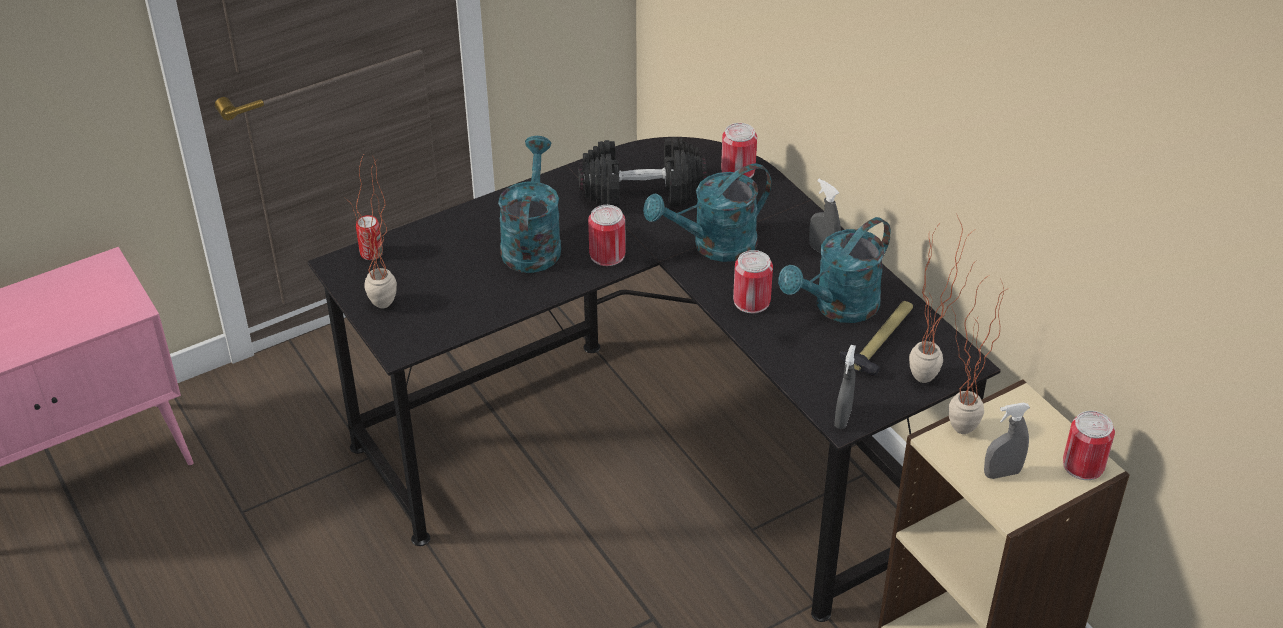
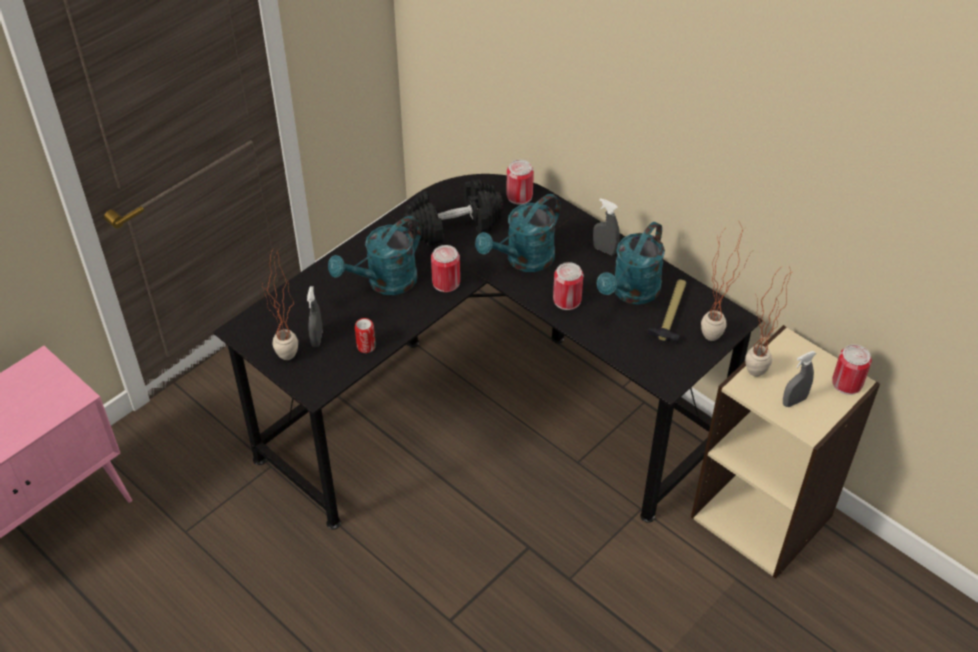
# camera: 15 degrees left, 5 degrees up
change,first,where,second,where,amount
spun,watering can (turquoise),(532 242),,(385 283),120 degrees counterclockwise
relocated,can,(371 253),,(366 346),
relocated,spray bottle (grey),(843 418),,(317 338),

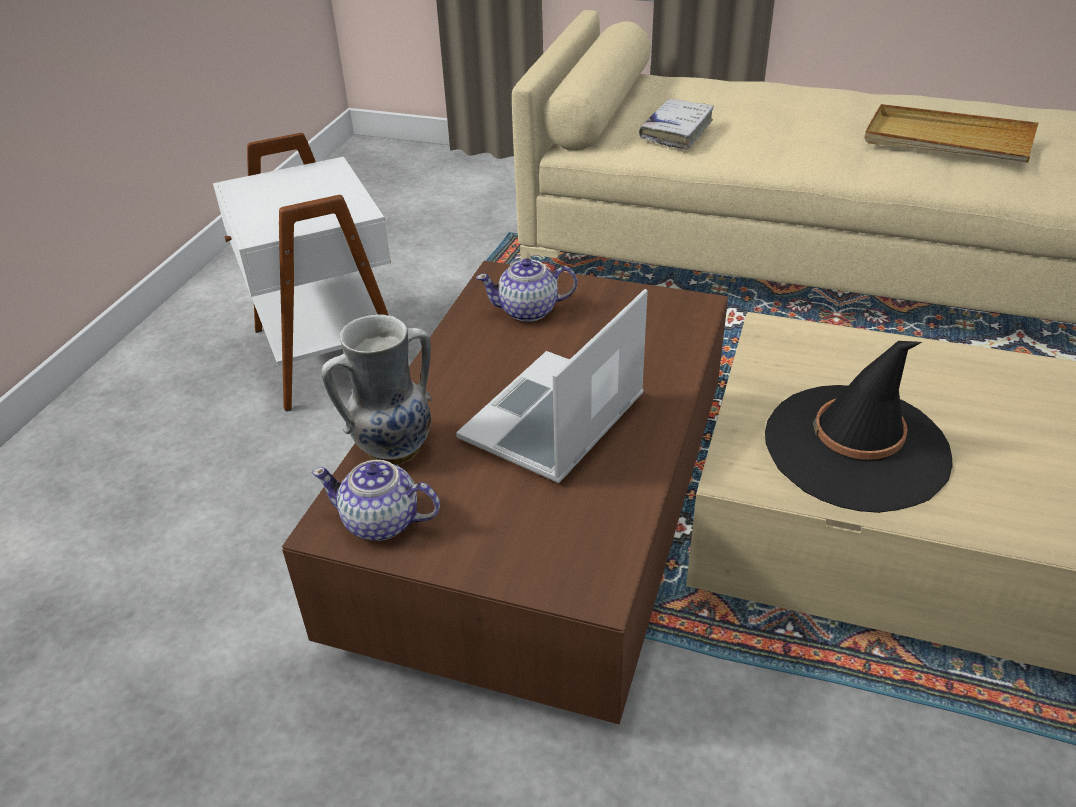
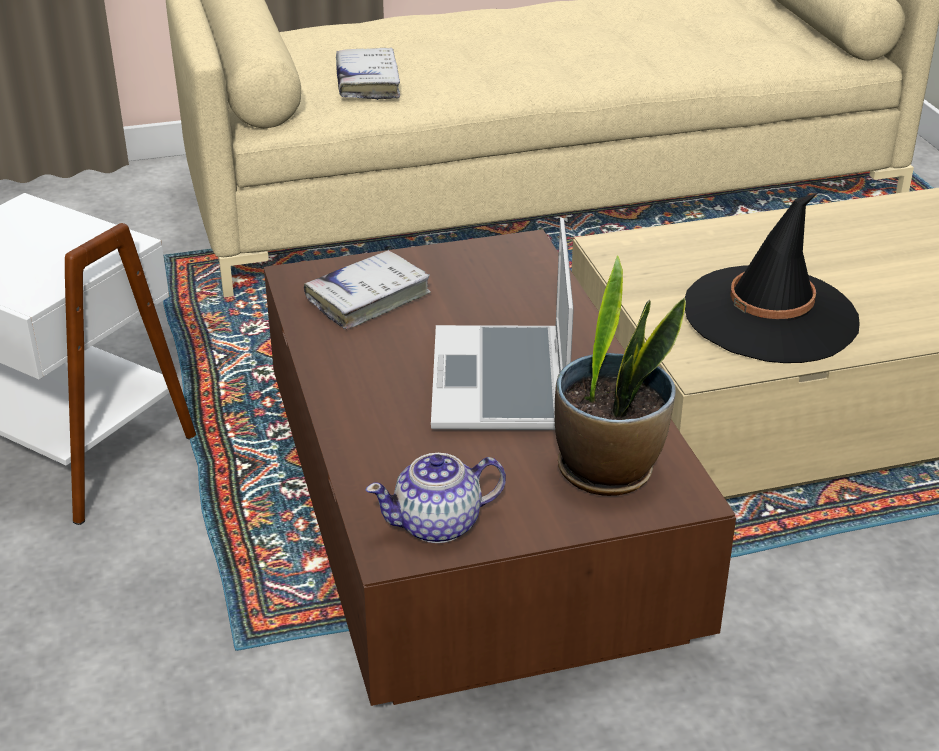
# camera: 35 degrees left, 5 degrees down
change,first,where,second,where,amount
missing,tray (beige),(947 140),,,
exchanged,teapot,(529 310),book (white),(368 298),
missing,vase,(393 447),,,
appeared,,,potted plant,(608 470),

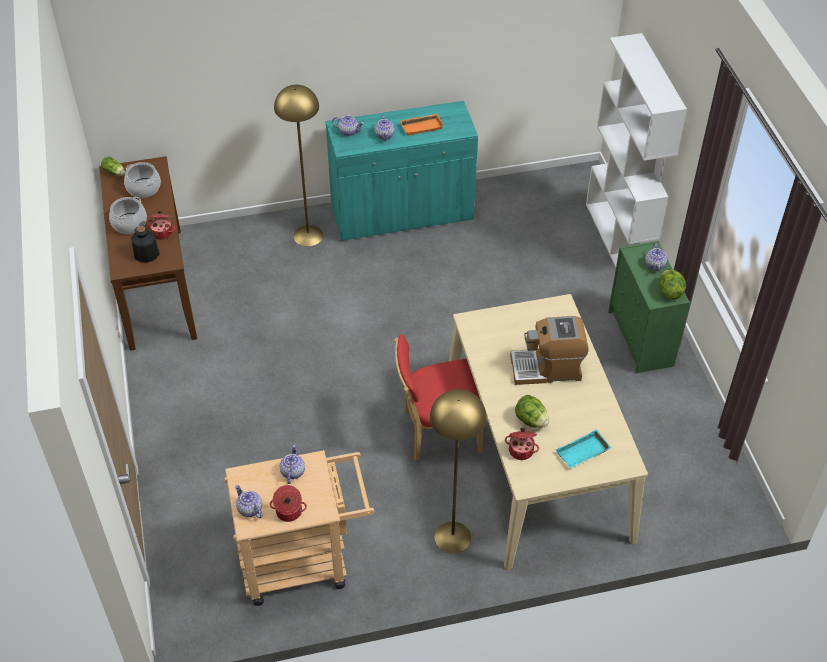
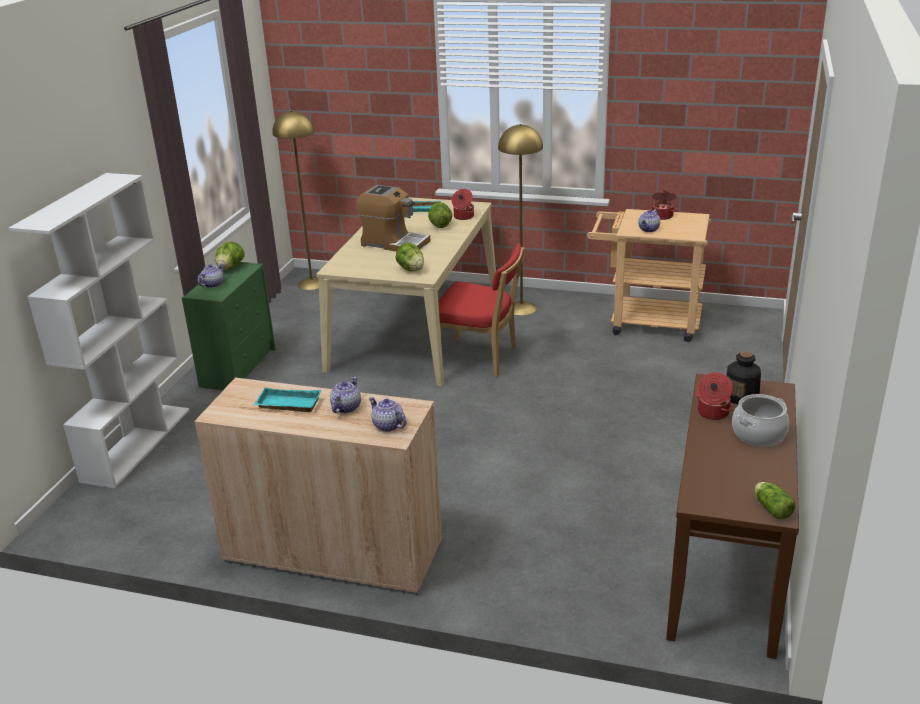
# camera: 150 degrees left, 20 degrees down
change,first,where,second,where,amount
relocated,floor lamp (yellow),(308 235),,(311 283),
colour,cabinet (turquoise),(402 214),cabinet (beige),(333 551),
colour,tray (orange),(421 126),tray (turquoise),(287 405),
missing,cooking pot,(144 188),,,
missing,teapot,(249 509),,,
appeared,,,lettuce,(411 269),

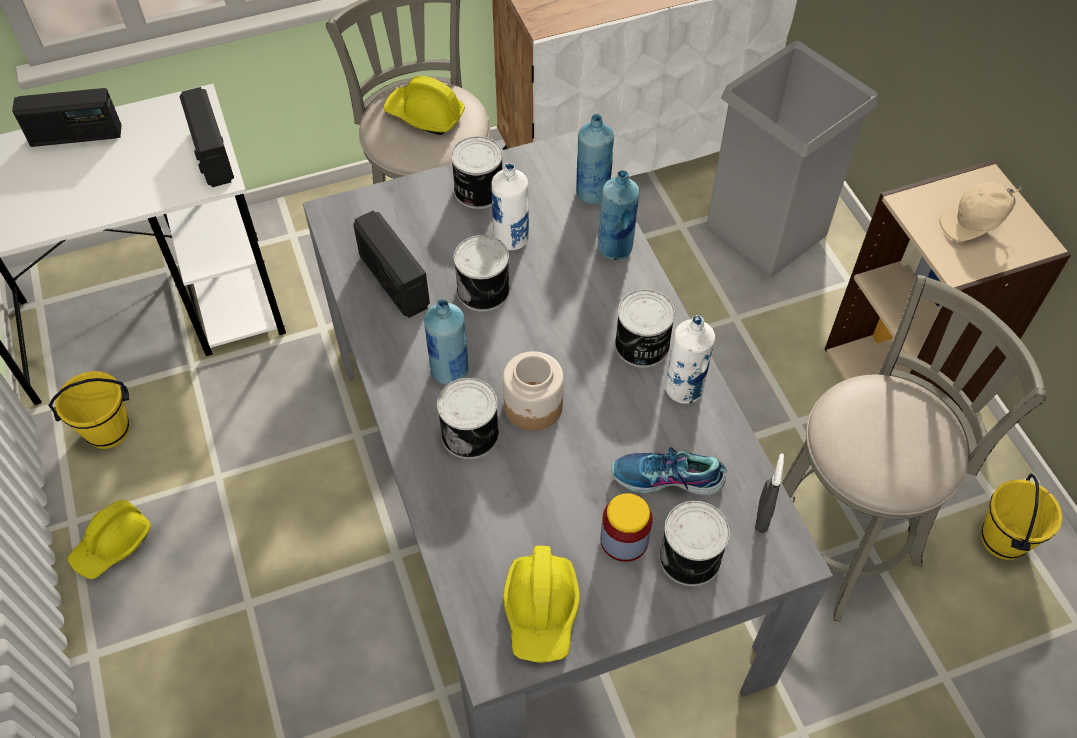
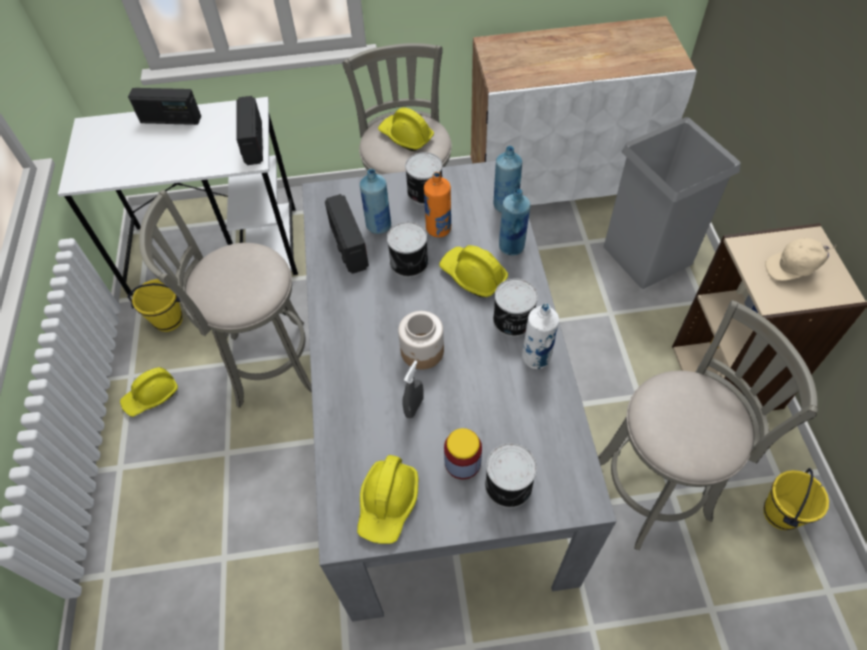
# camera: 15 degrees right, 0 degrees up
change,first,where,second,where,amount
colour,bottle (white),(511 239),bottle (orange),(438 229),
relocated,bottle (blue),(450 371),,(378 226),
missing,can,(471 433),,,
missing,shoe,(667 479),,,
relocated,spray bottle (grey),(762 517),,(414 407),
appeared,,,stool (grey),(265 364),
appeared,,,hard hat (yellow),(473 276),

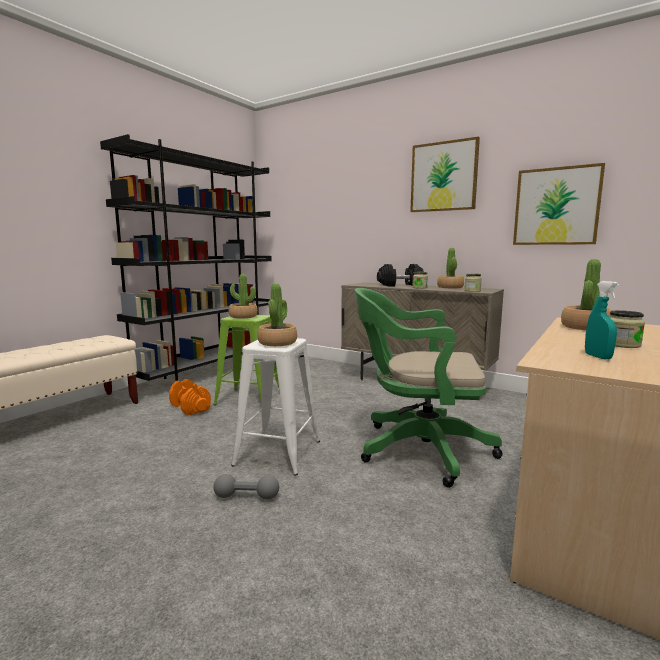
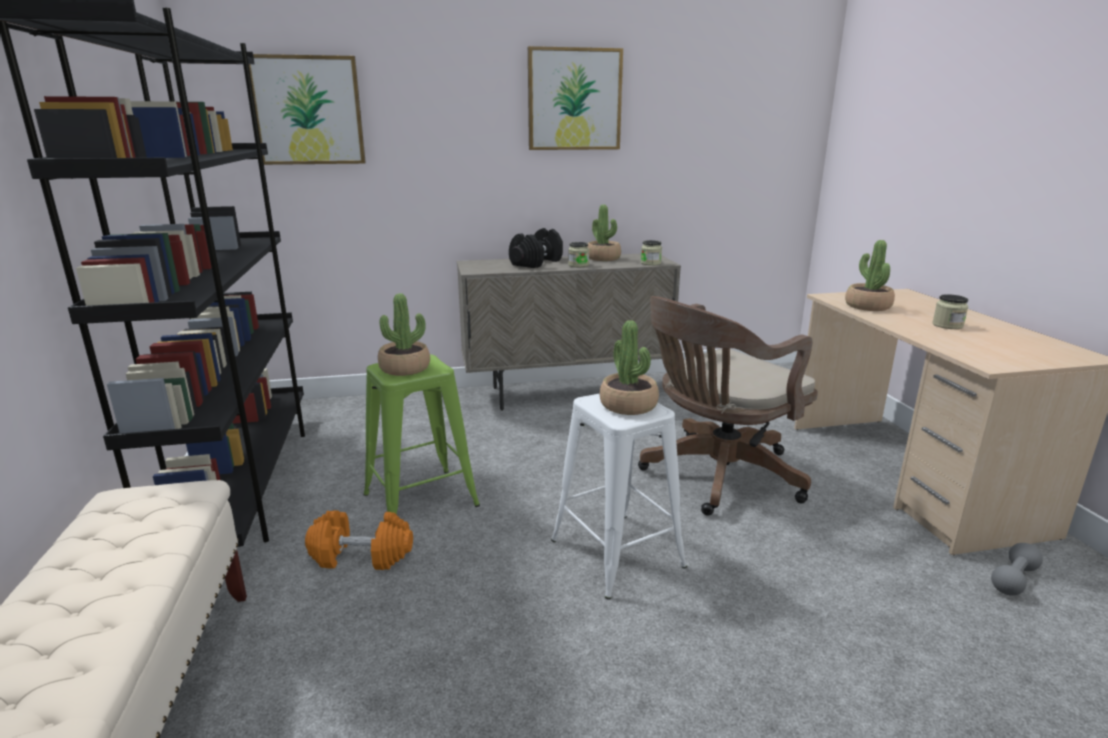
# camera: 45 degrees left, 10 degrees up
change,first,where,second,where,amount
relocated,picture,(556 206),,(308 111),
missing,spray bottle (turquoise),(598 357),,,
colour,office chair (green),(417 449),office chair (brown),(716 476),
relocated,dumbbell (grey),(246 497),,(1013 579),

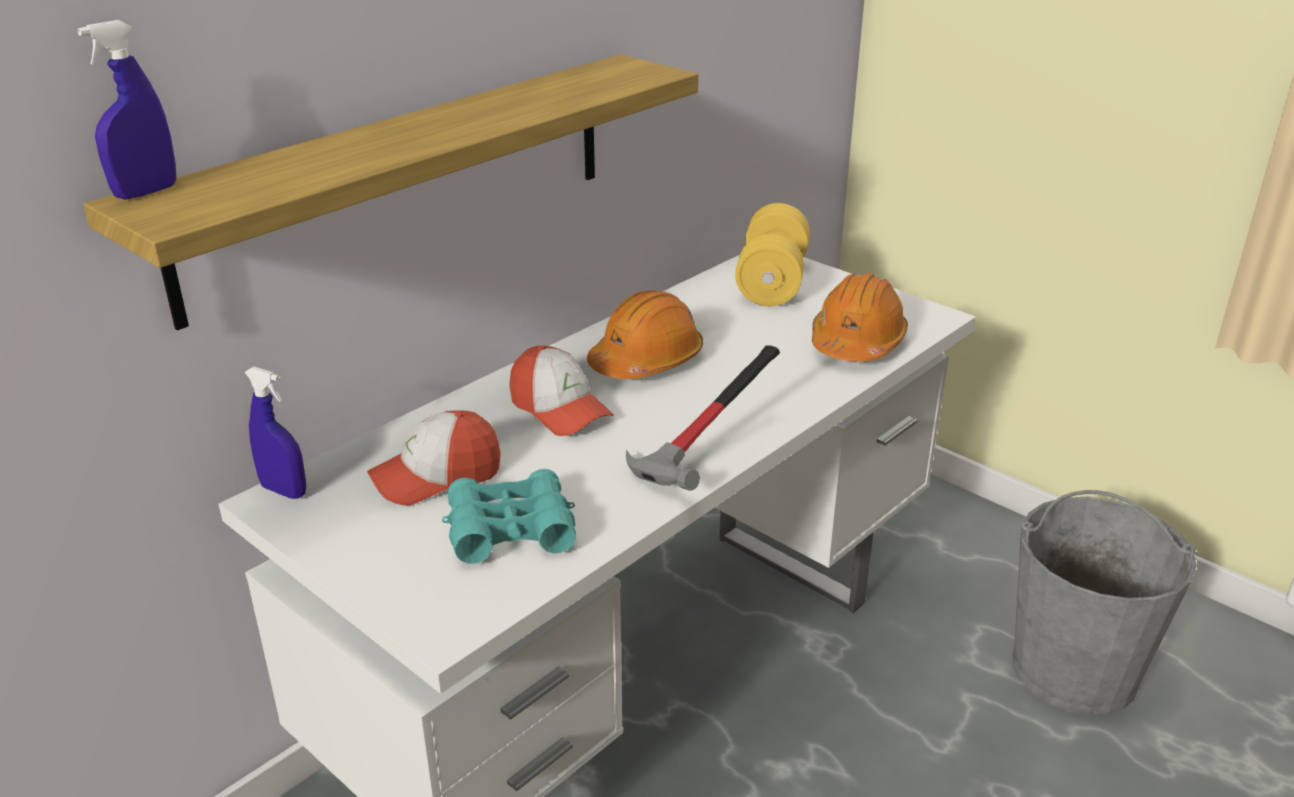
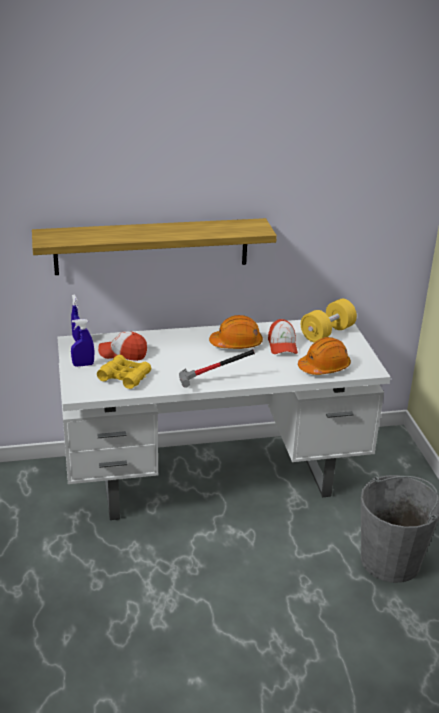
# camera: 35 degrees right, 0 degrees up
change,first,where,second,where,amount
relocated,spray bottle (blue),(146 192),,(83 365),
relocated,cap,(560 409),,(282 345),
colour,binoculars (turquoise),(510 530),binoculars (yellow),(124 377),

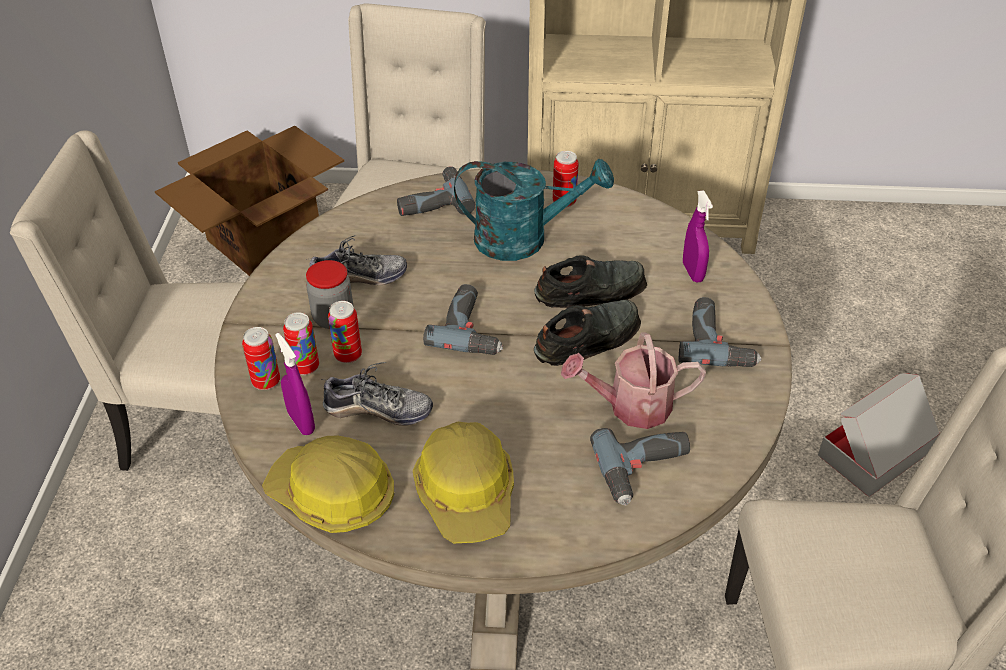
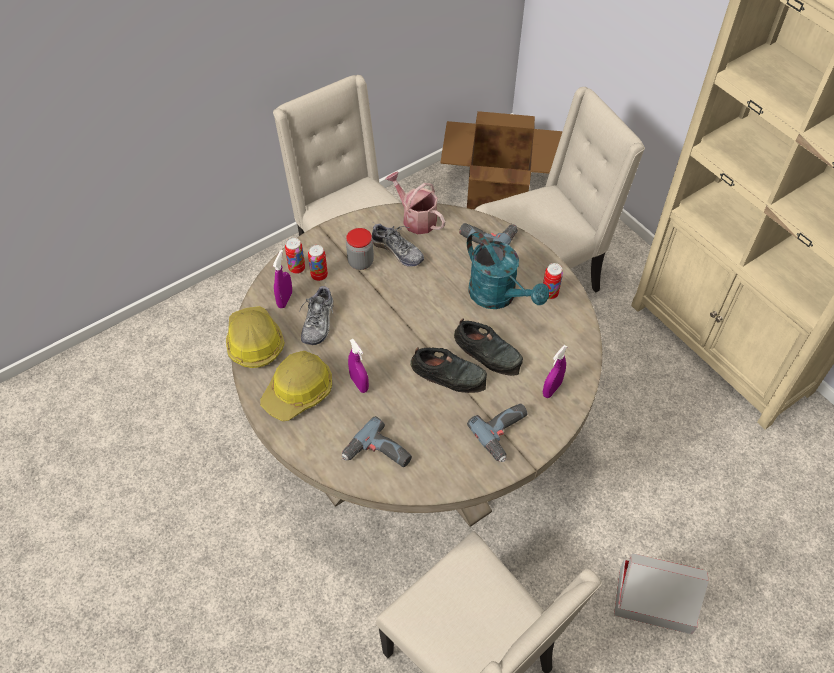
# camera: 50 degrees right, 10 degrees up
change,first,where,second,where,amount
missing,power drill,(472 328),,,
missing,can,(348 355),,,
relocated,watering can,(631 406),,(416 218),
spun,shoe,(378 410),,(318 322),45 degrees clockwise
appeared,,,spray bottle (purple),(359 384),

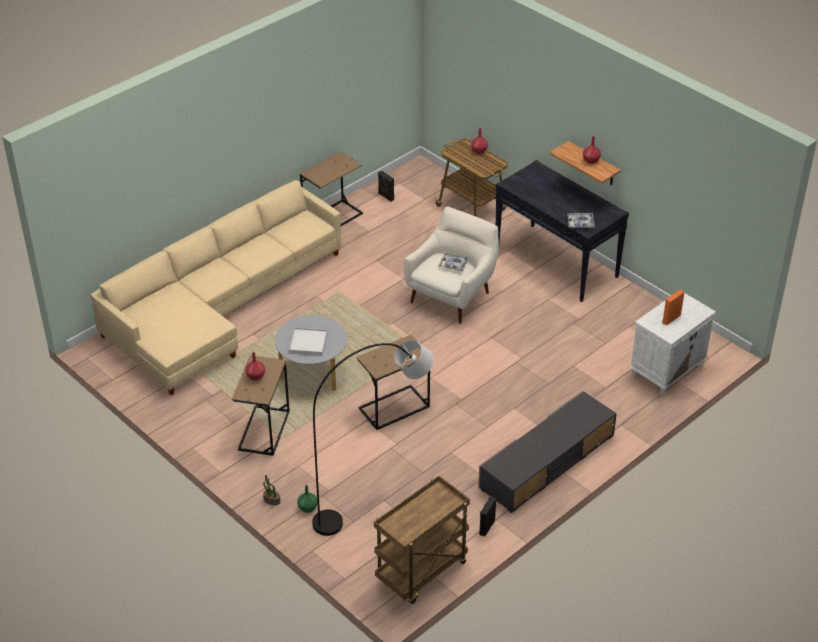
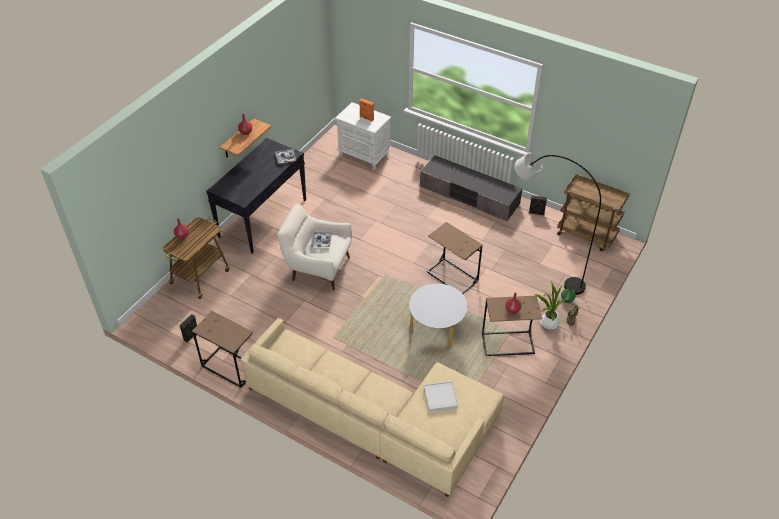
# camera: 105 degrees left, 5 degrees up
change,first,where,second,where,amount
relocated,tray (white),(308 343),,(440 397),
appeared,,,potted plant,(548 323),

